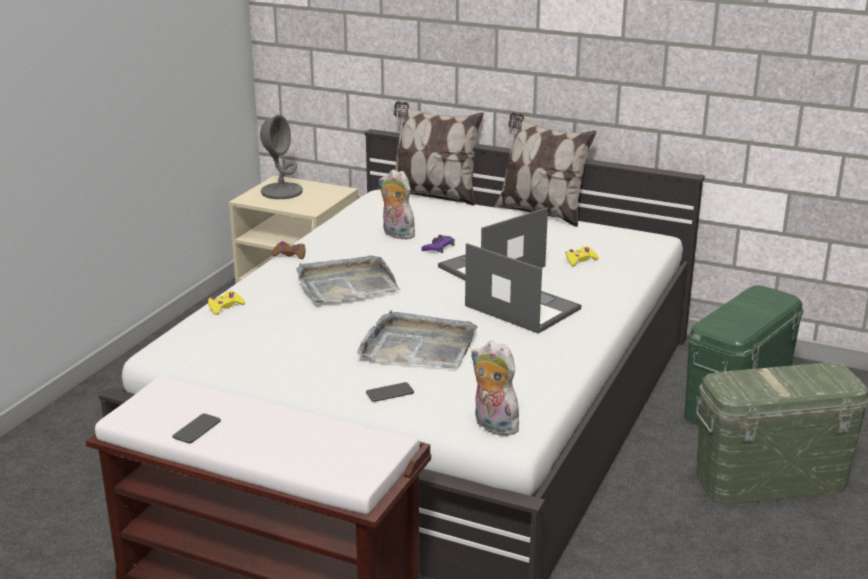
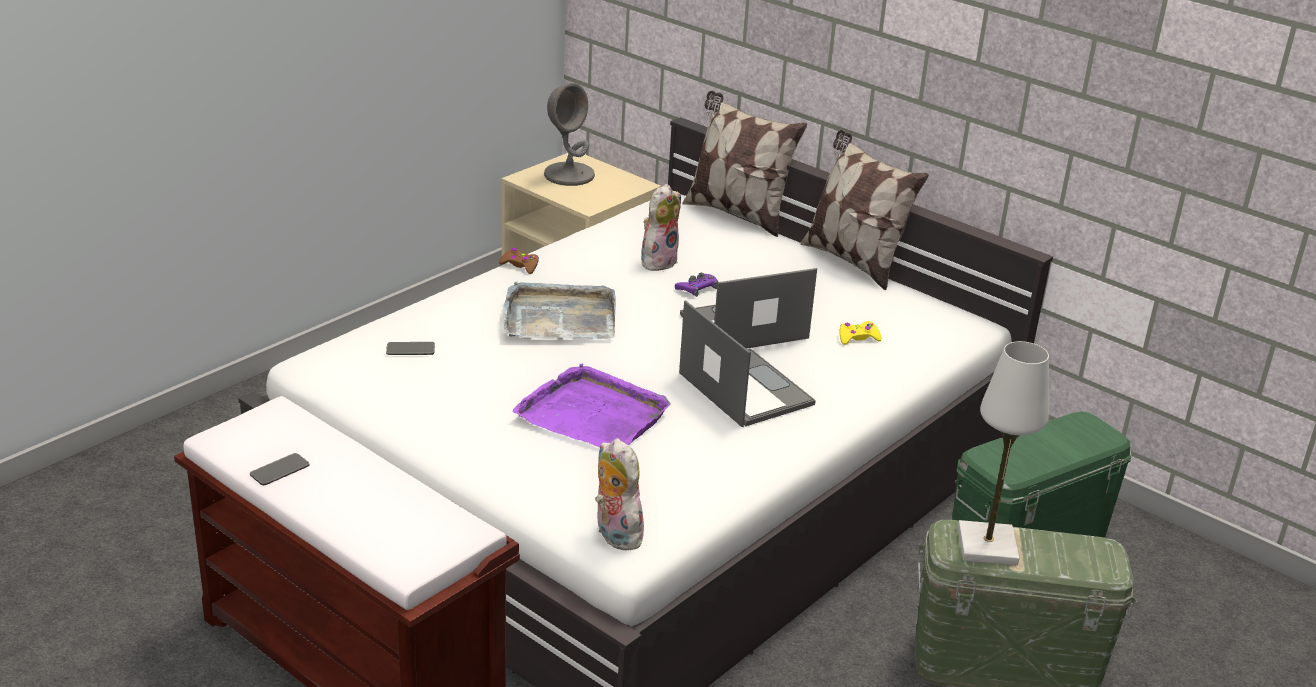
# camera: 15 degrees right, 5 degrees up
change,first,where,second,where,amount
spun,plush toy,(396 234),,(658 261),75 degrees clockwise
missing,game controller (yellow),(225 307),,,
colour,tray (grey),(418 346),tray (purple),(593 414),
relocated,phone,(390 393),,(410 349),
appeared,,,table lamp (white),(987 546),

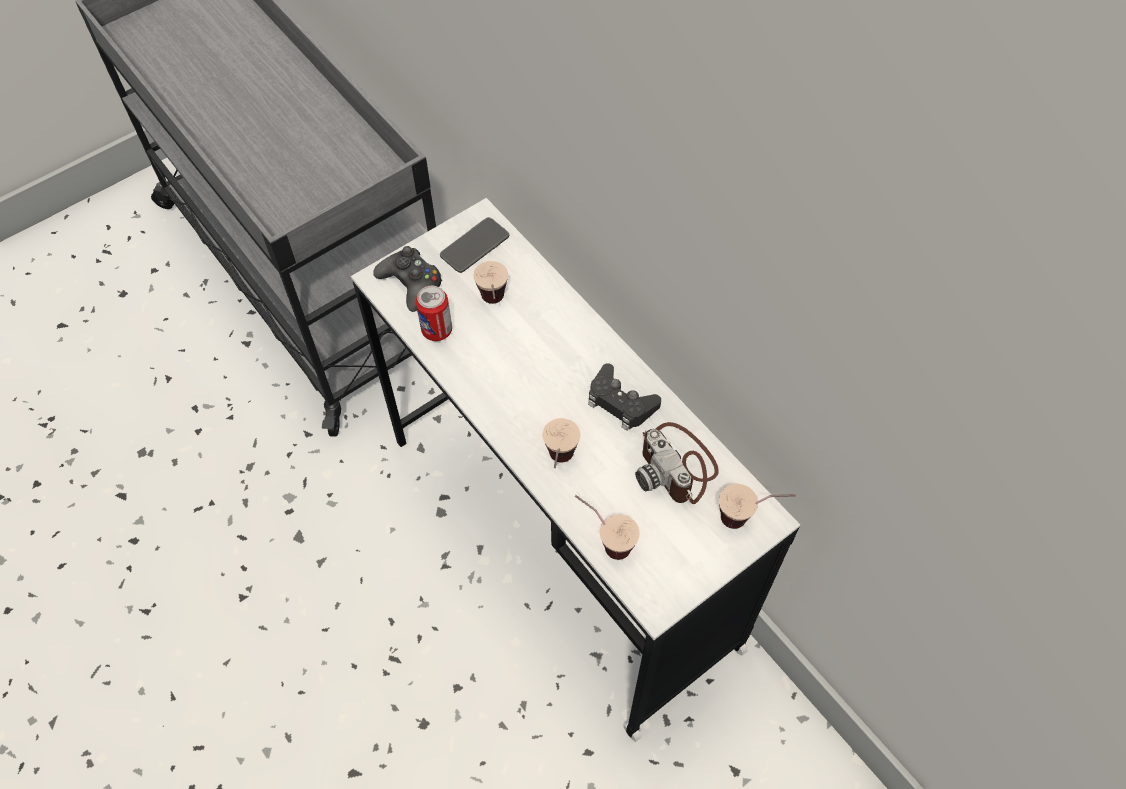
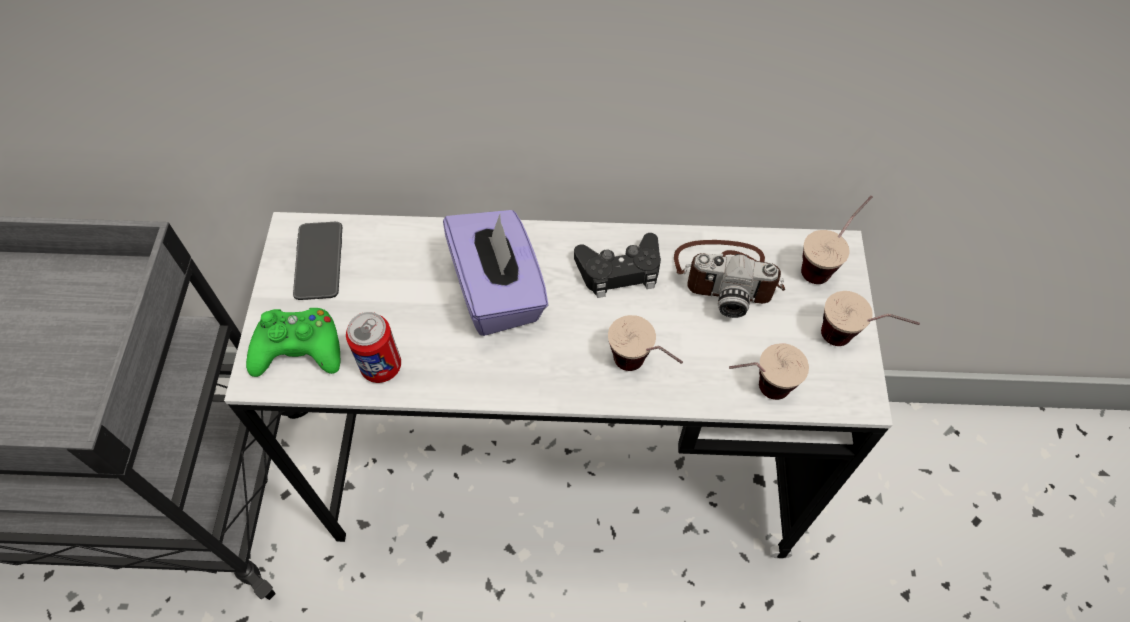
# camera: 50 degrees left, 0 degrees up
change,first,where,second,where,amount
colour,game controller (black),(411 283),game controller (green),(299 349),
relocated,cup,(494 306),,(853 342),
appeared,,,tissue box (purple),(499 291),

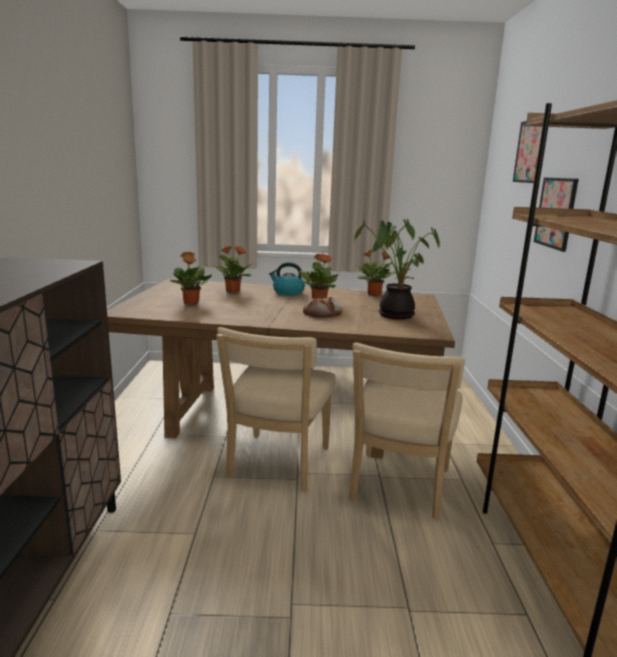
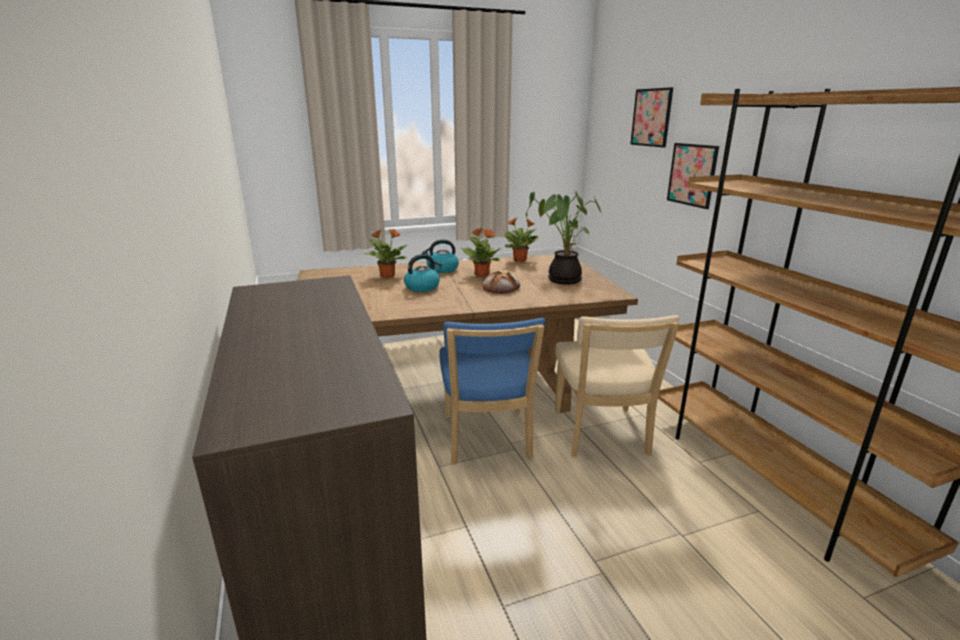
# camera: 20 degrees left, 5 degrees up
change,first,where,second,where,amount
missing,potted plant,(191 302),,,
colour,chair (beige),(276 465),chair (blue),(487 440),
appeared,,,kettle,(422 287),

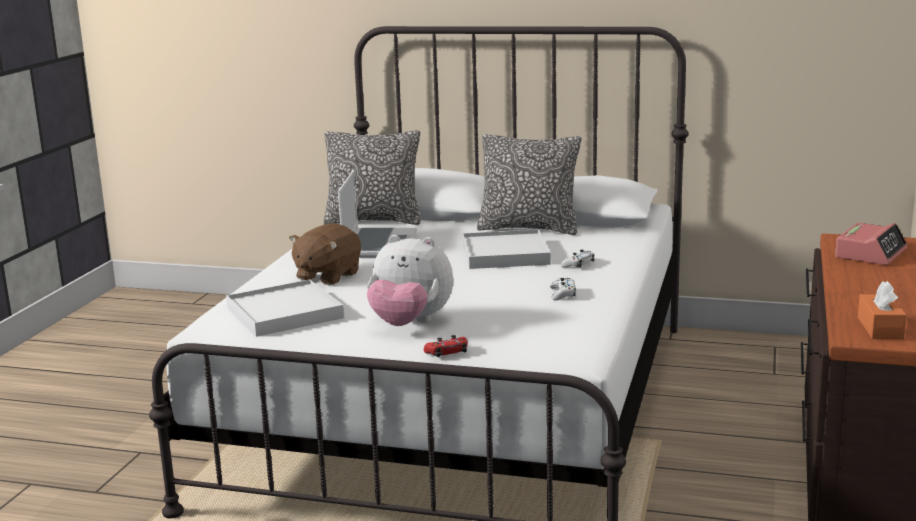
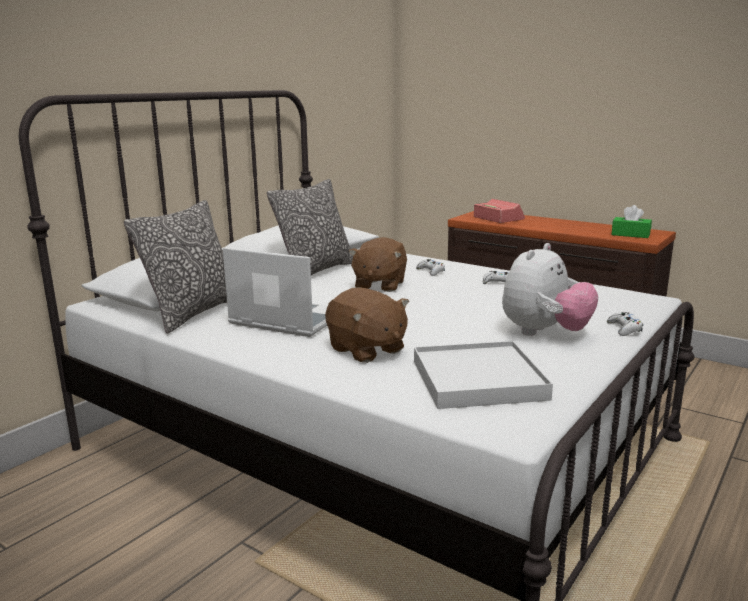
# camera: 70 degrees left, 0 degrees up
change,first,where,second,where,amount
exchanged,tray (white),(505 254),plush toy (brown),(379 285),
colour,tissue box (orange),(880 328),tissue box (green),(630 234),
colour,game controller (red),(447 352),game controller (white),(624 329),

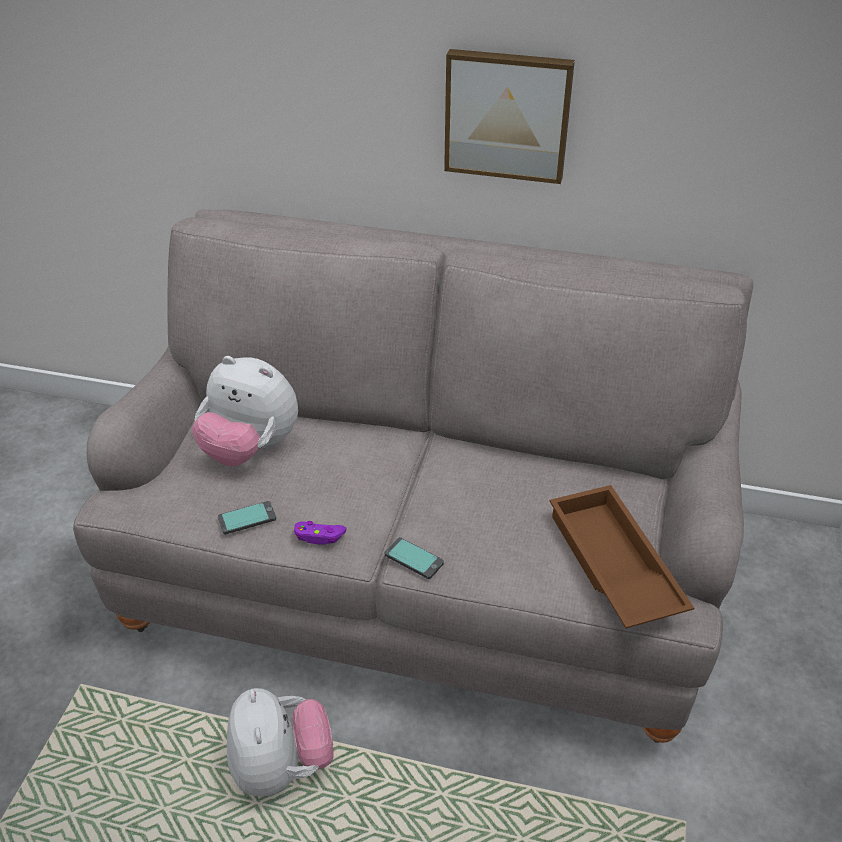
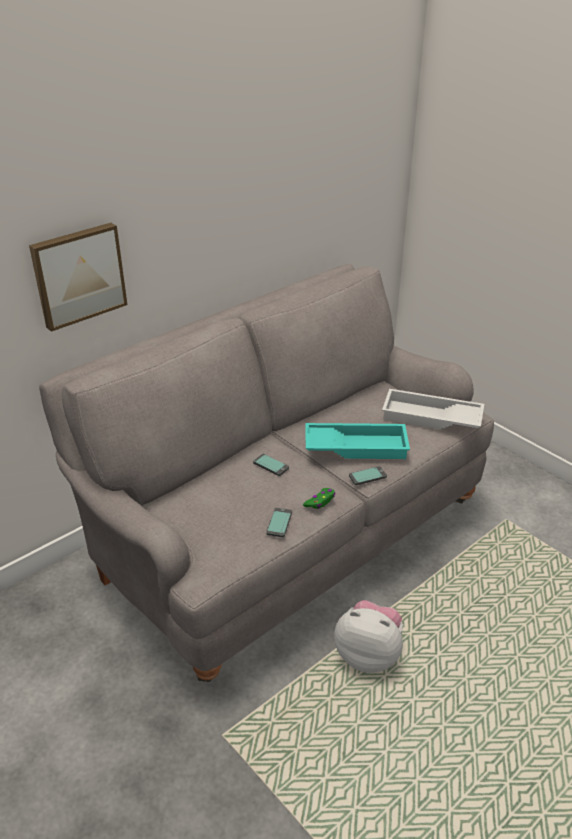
# camera: 55 degrees left, 5 degrees down
change,first,where,second,where,amount
relocated,picture,(507 115),,(78 275),
missing,plush toy,(250 449),,,
colour,tray (brown),(611 566),tray (white),(430 418),
colour,game controller (purple),(319 536),game controller (green),(320 501),
appeared,,,tray (turquoise),(356 446),
appeared,,,phone,(271 465),

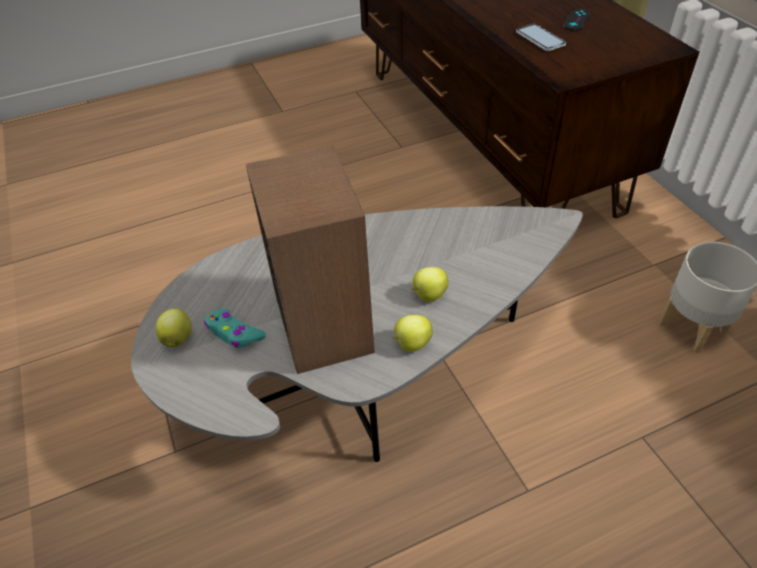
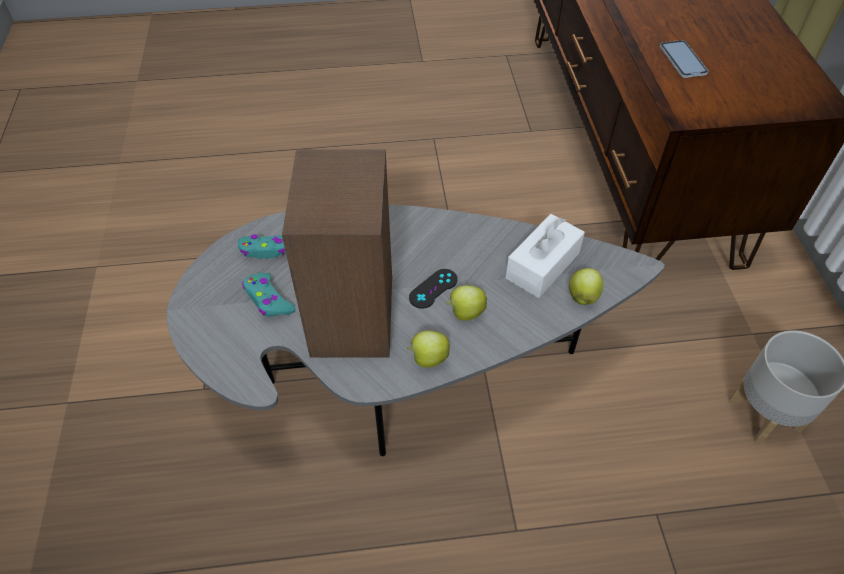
# camera: 15 degrees right, 5 degrees up
change,first,where,second,where,amount
relocated,game controller (black),(576 20),,(433 288),
relocated,apple,(178 338),,(583 296),
appeared,,,tissue box (white),(542 265),
appeared,,,game controller (turquoise),(267 249),

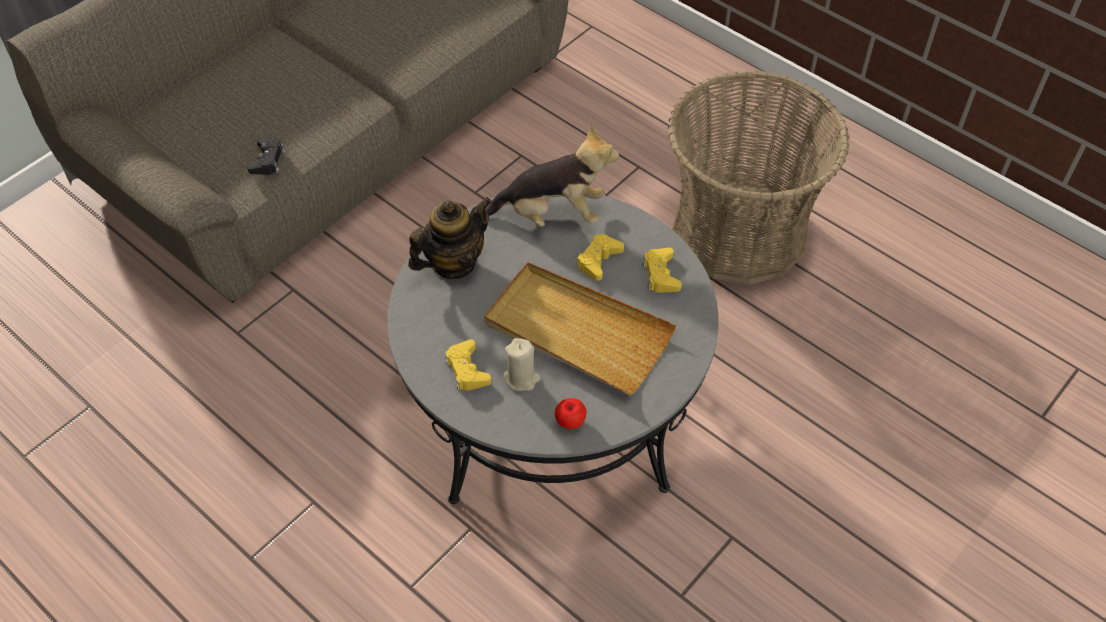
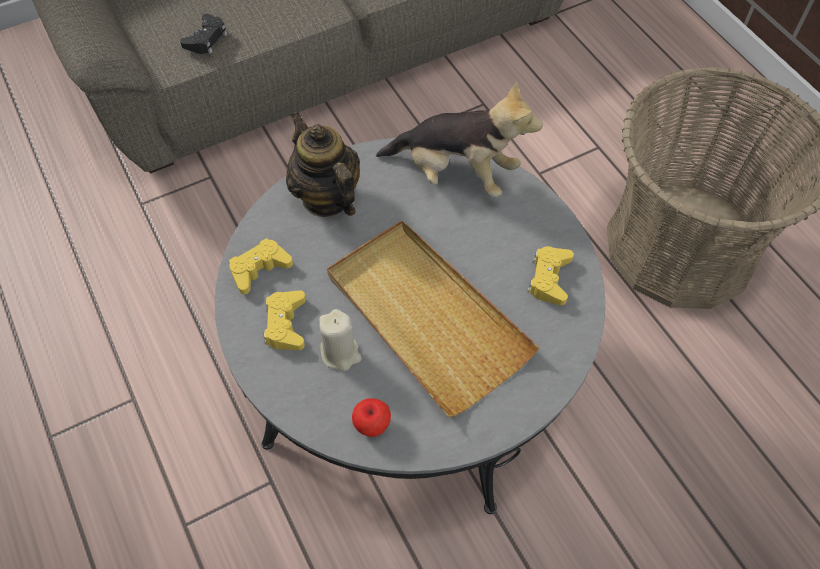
# camera: 20 degrees right, 5 degrees up
change,first,where,second,where,amount
spun,teapot,(453 263),,(326 197),105 degrees counterclockwise
relocated,game controller (yellow),(598 260),,(259 269),

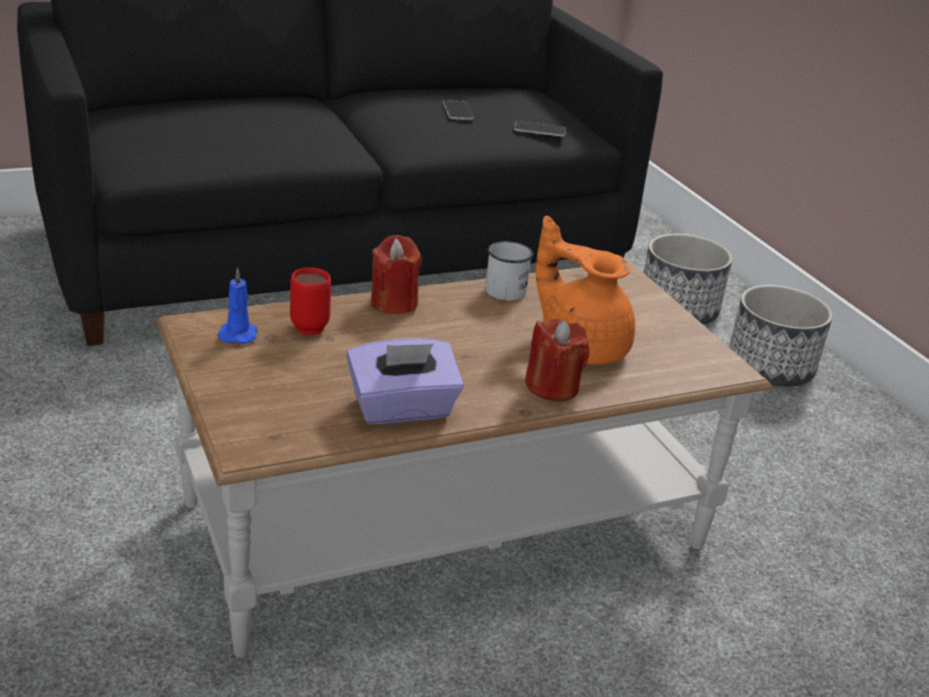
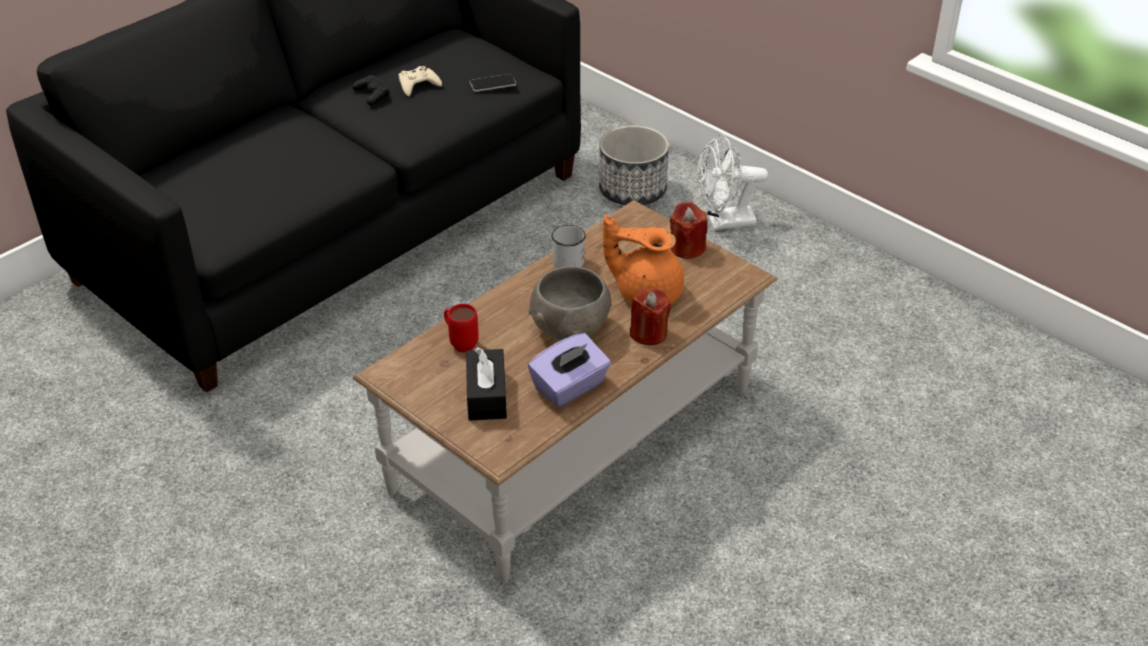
# camera: 20 degrees left, 10 degrees up
change,first,where,second,where,amount
exchanged,phone,(458 111),game controller (beige),(418 85),
relocated,candle (red),(394 303),,(687 248),
missing,candle (blue),(238 334),,,
exchanged,planter,(770 369),fan (white),(724 222),
appeared,,,game controller (black),(372 94),
appeared,,,bowl (grey),(571 329),
appeared,,,tissue box (black),(486 395),

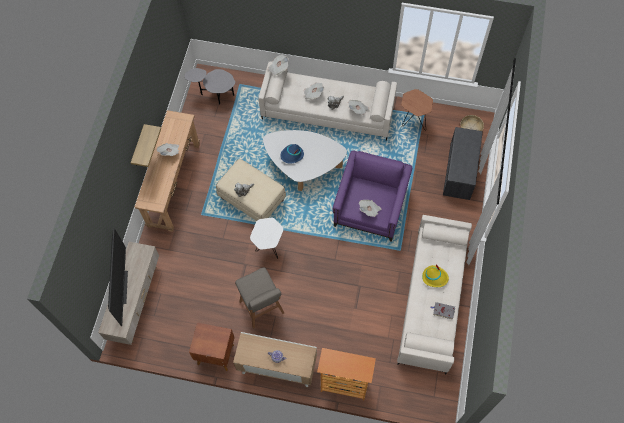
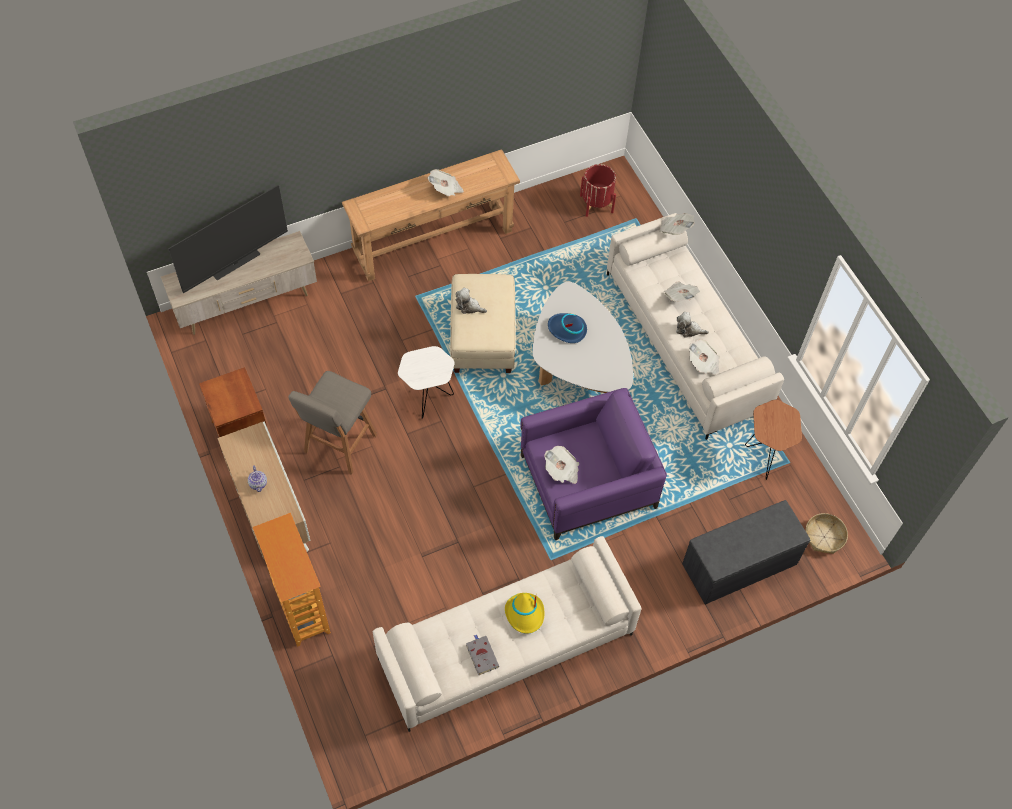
# camera: 50 degrees right, 5 degrees down
change,first,where,second,where,amount
exchanged,side table (grey),(215 95),planter (red),(596 204),
missing,shelf,(139 147),,,

